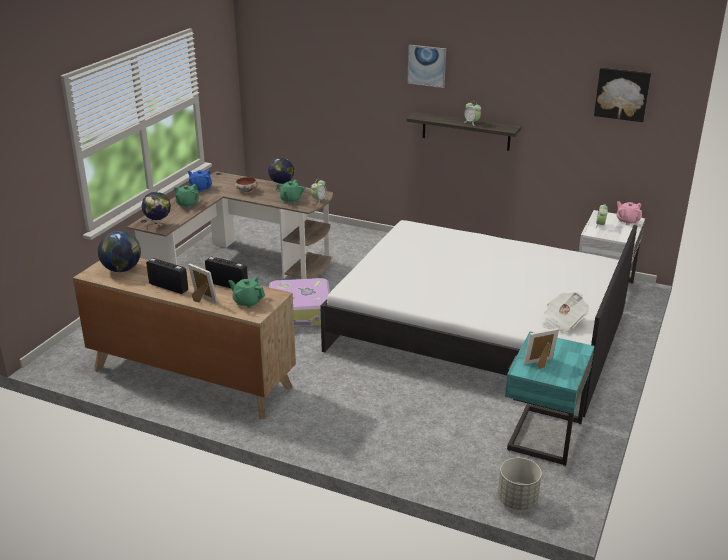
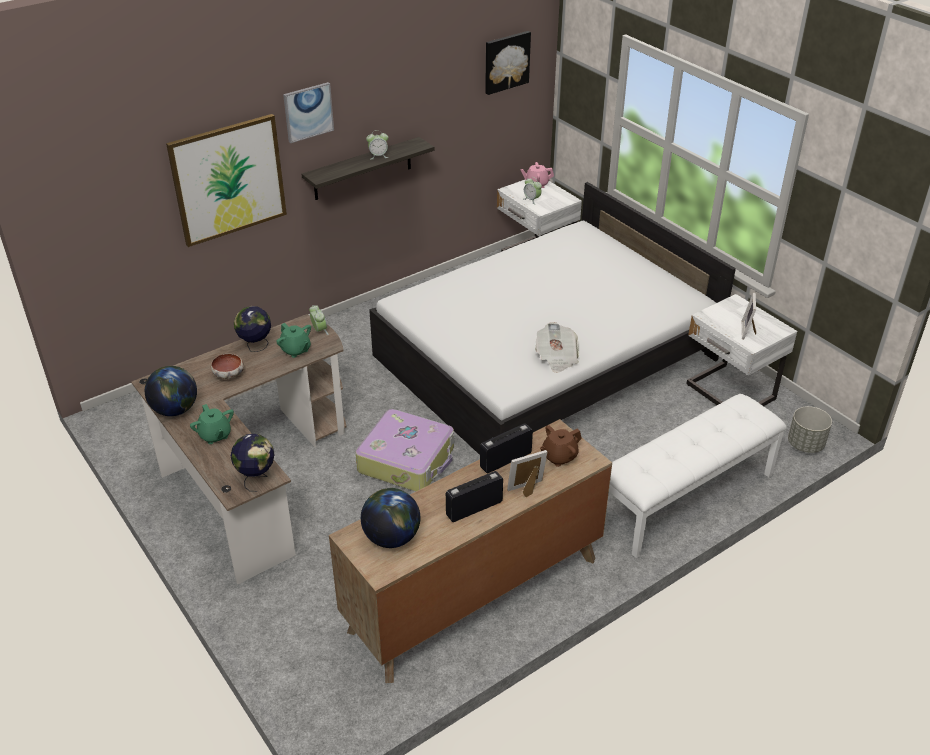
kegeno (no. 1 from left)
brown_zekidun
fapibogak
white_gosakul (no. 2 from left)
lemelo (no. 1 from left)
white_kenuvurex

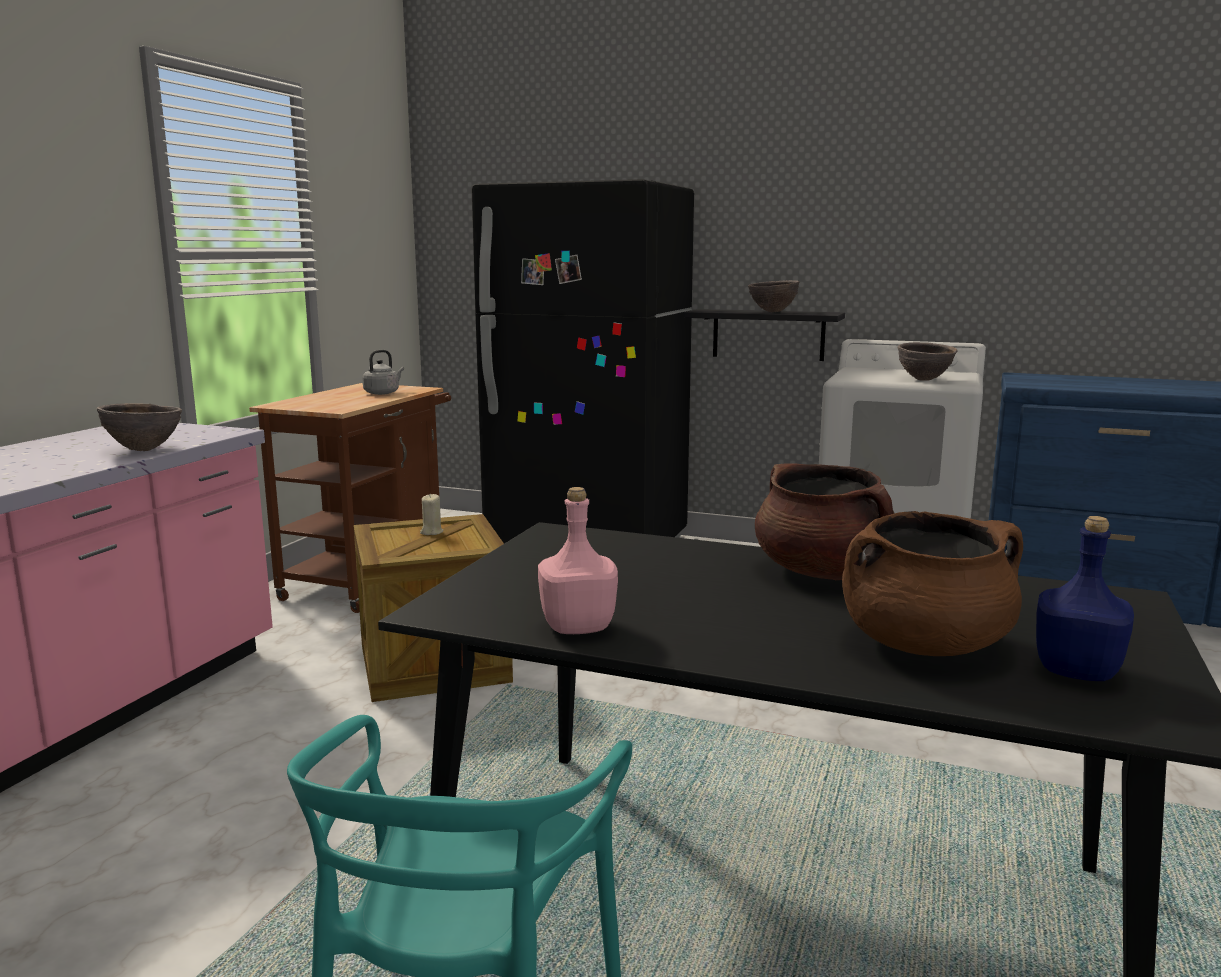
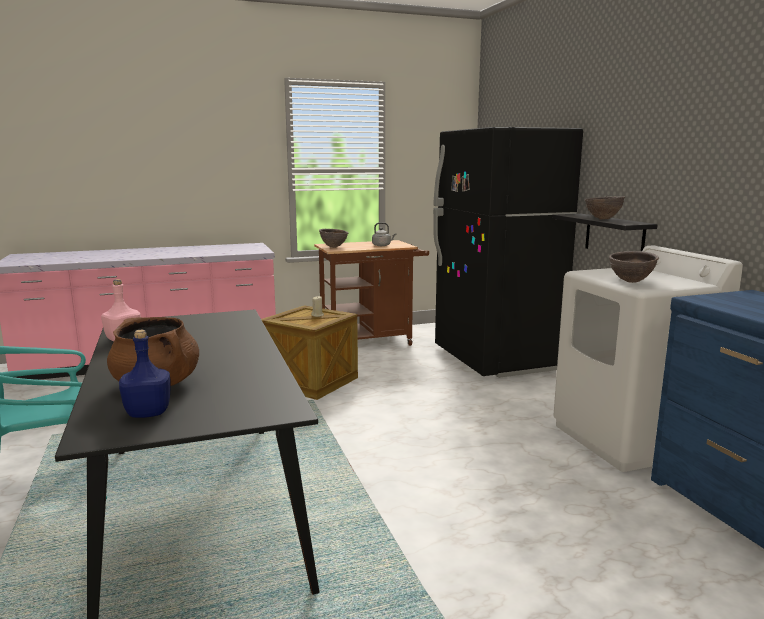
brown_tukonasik (no. 1 from left)
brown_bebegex (no. 1 from left in the first image)

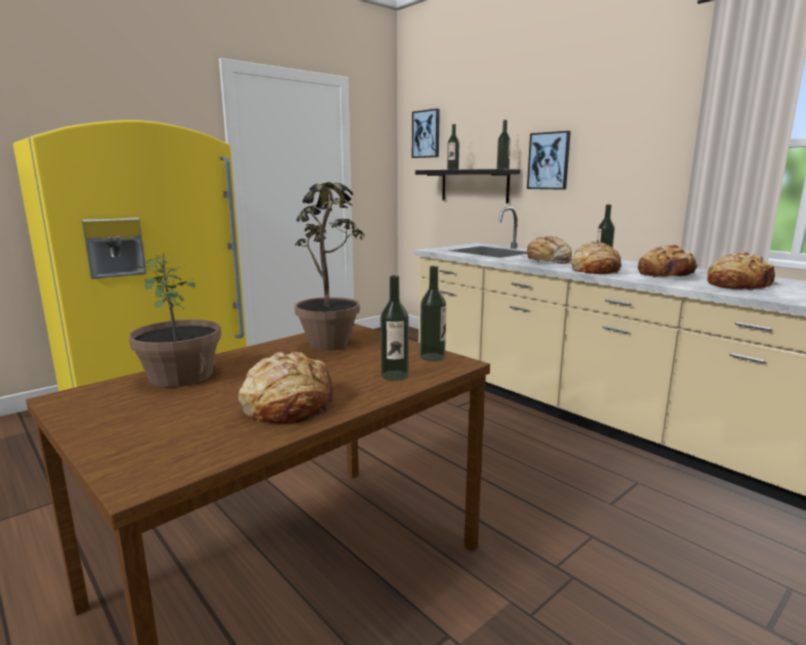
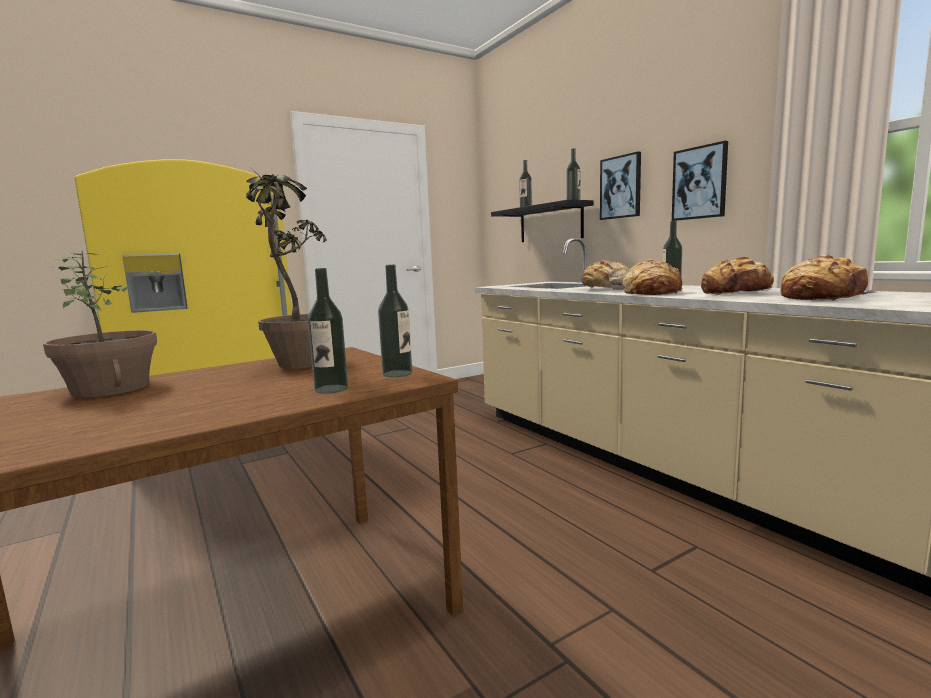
lemelo (no. 2 from left)
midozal (no. 1 from left in the first image)

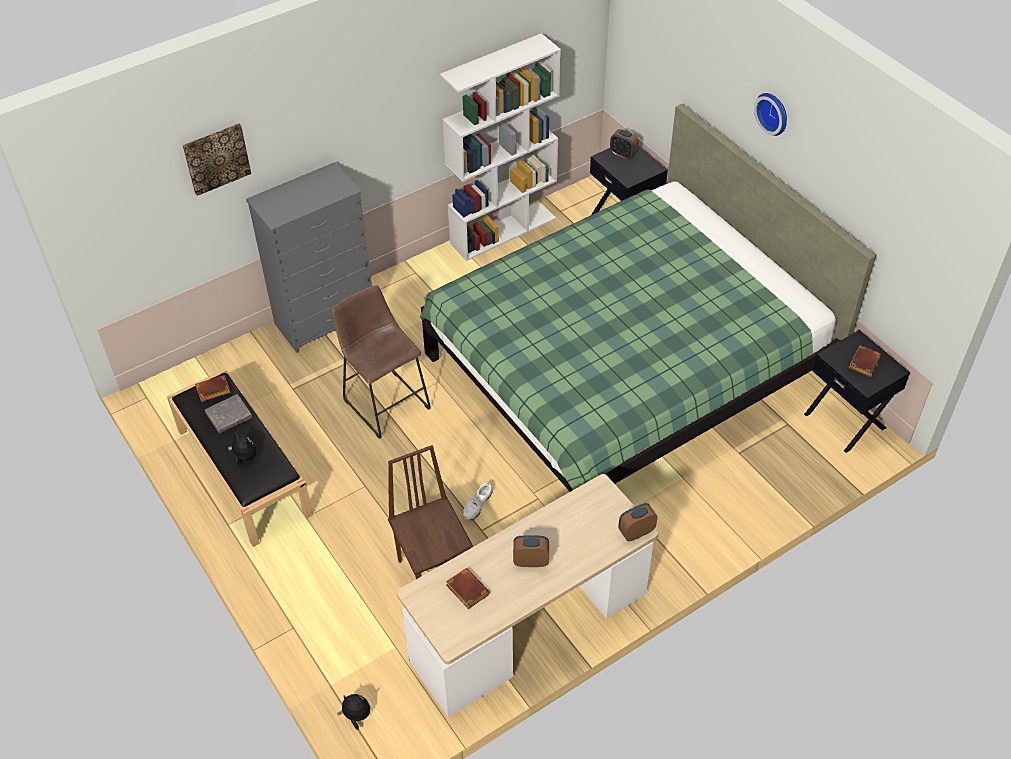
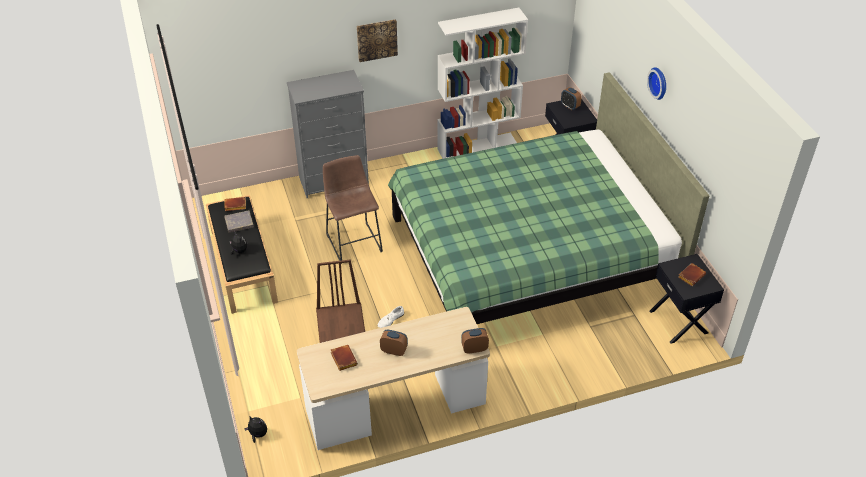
lemelo

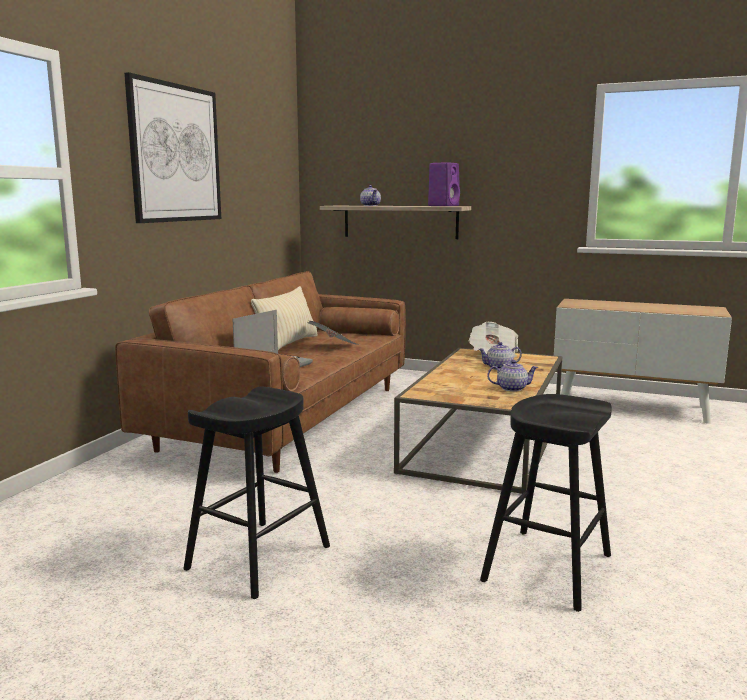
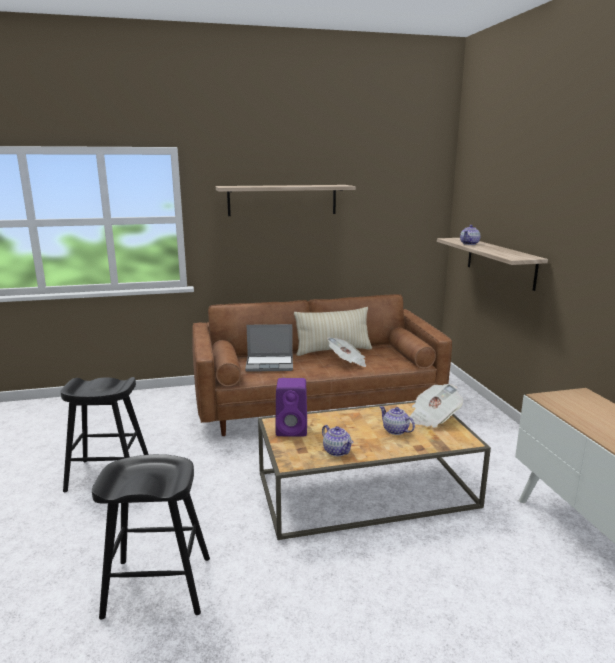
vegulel (no. 1 from left)
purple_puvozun

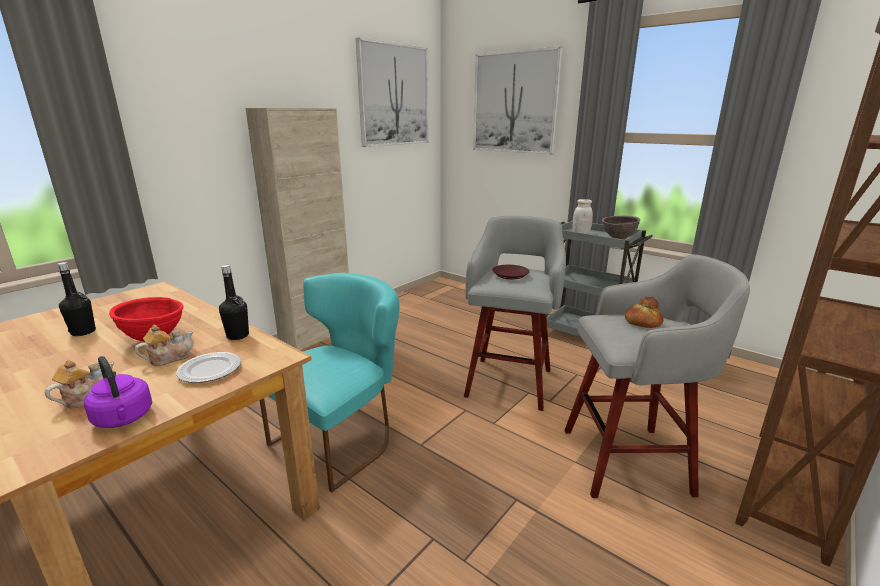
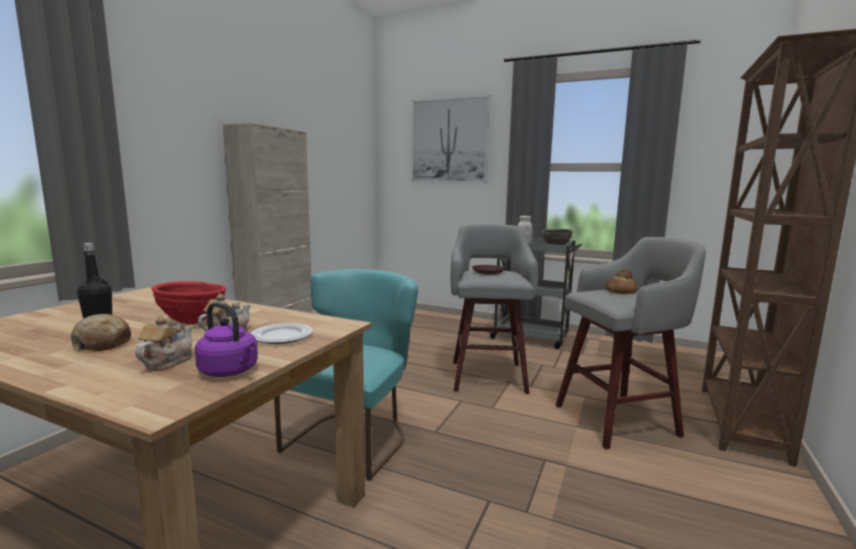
lemelo (no. 1 from left in the first image)
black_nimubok (no. 2 from left in the first image)
midozal (no. 1 from left)

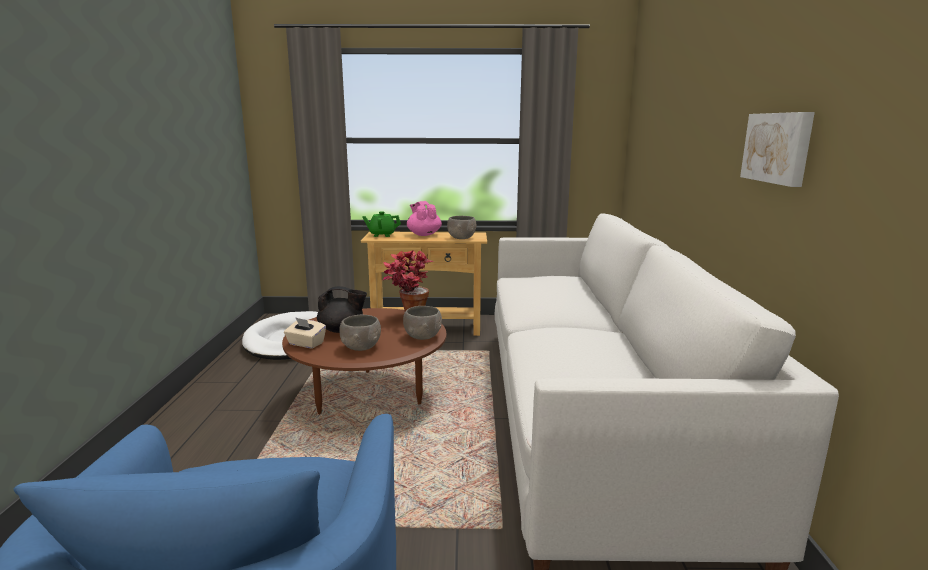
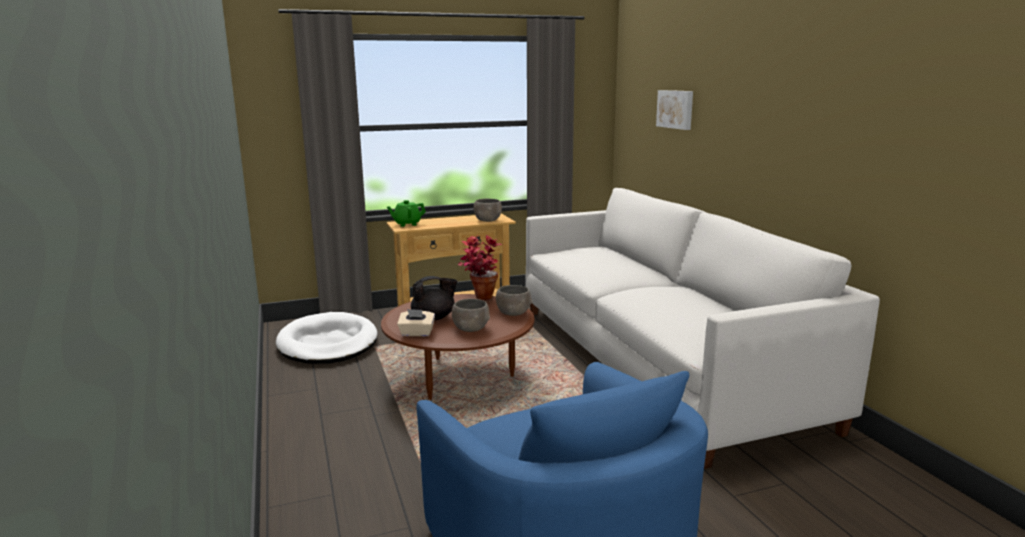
lemelo
pink_zekidun

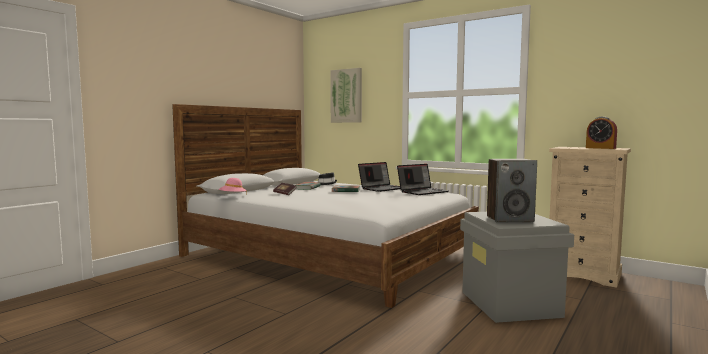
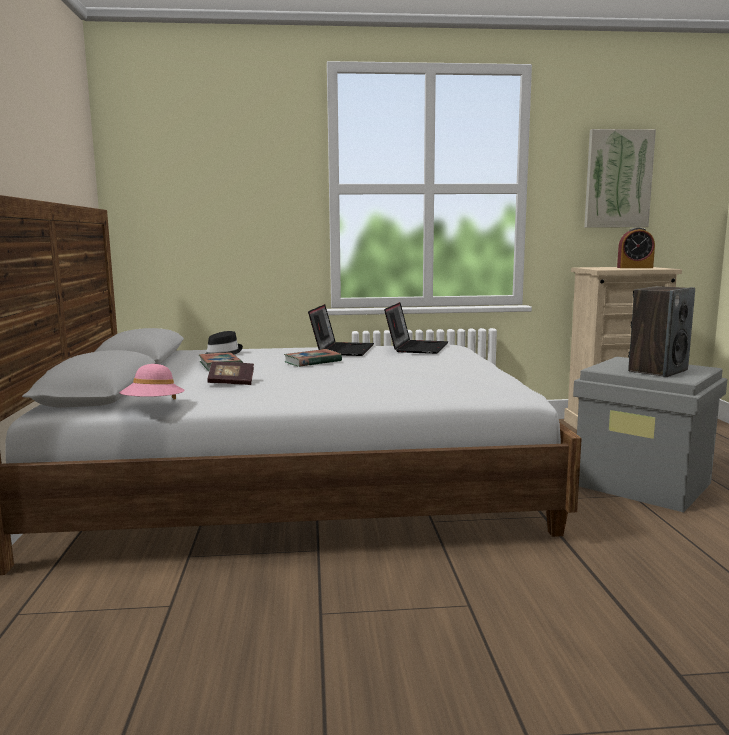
lemelo

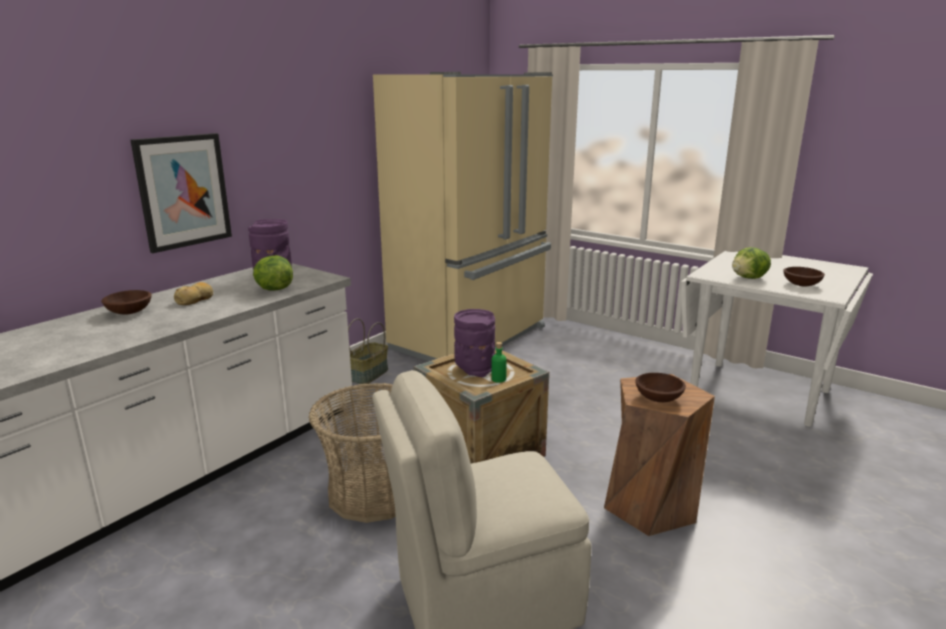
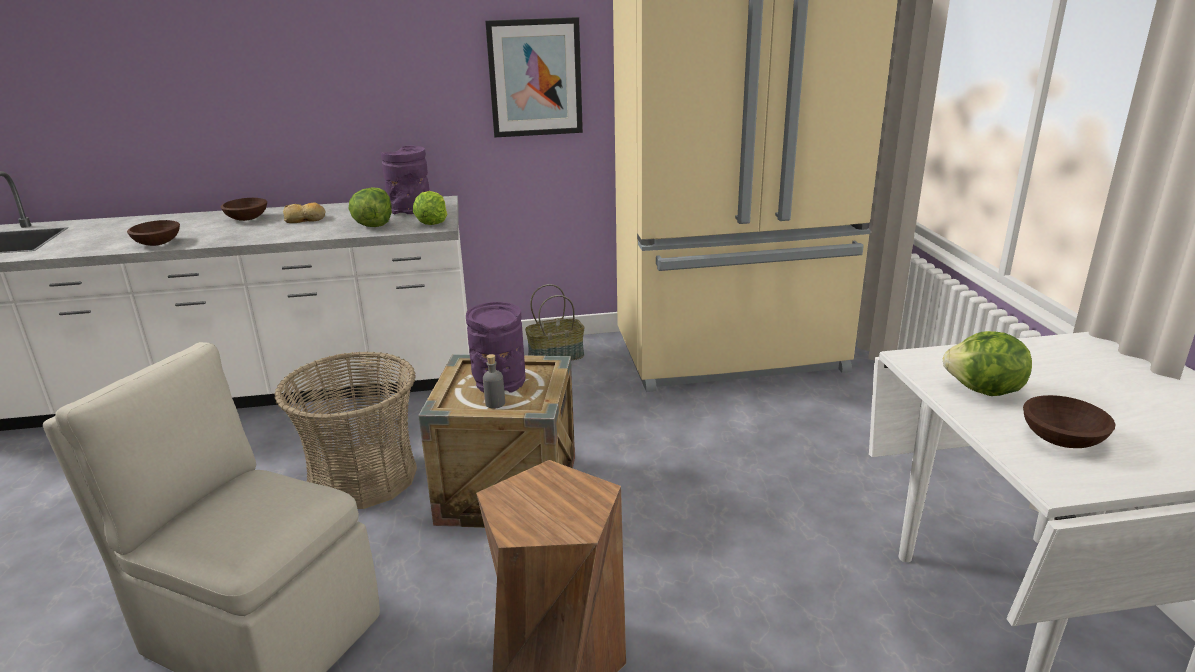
lemelo
grey_nimubok
brown_tukonasik (no. 1 from left)
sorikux (no. 2 from left)

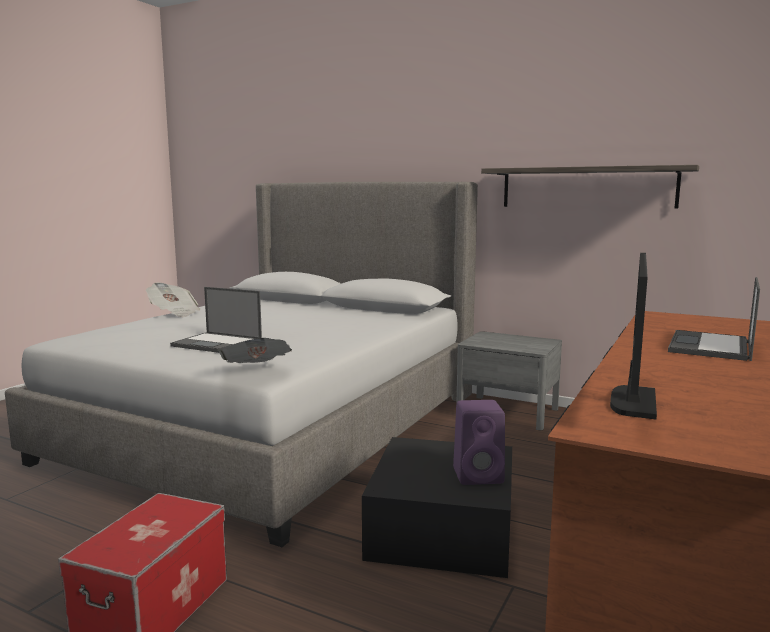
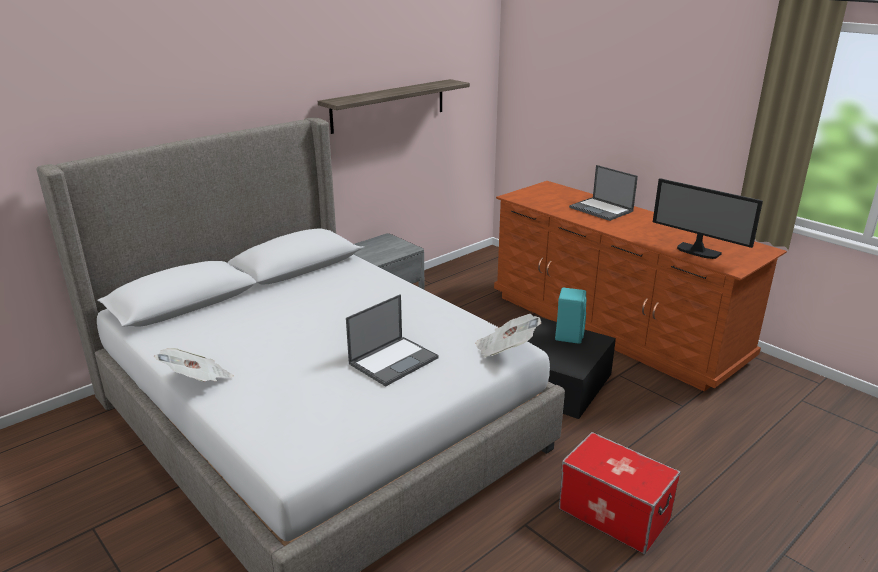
turquoise_puvozun

